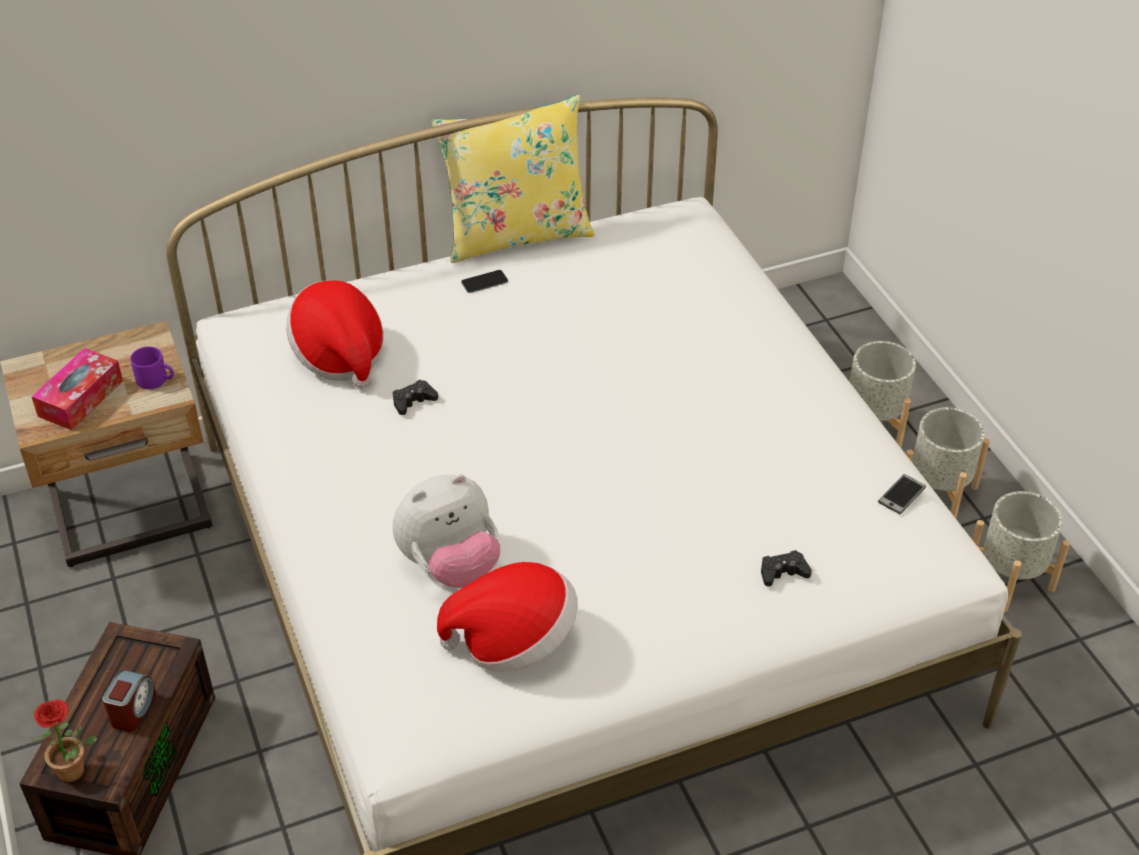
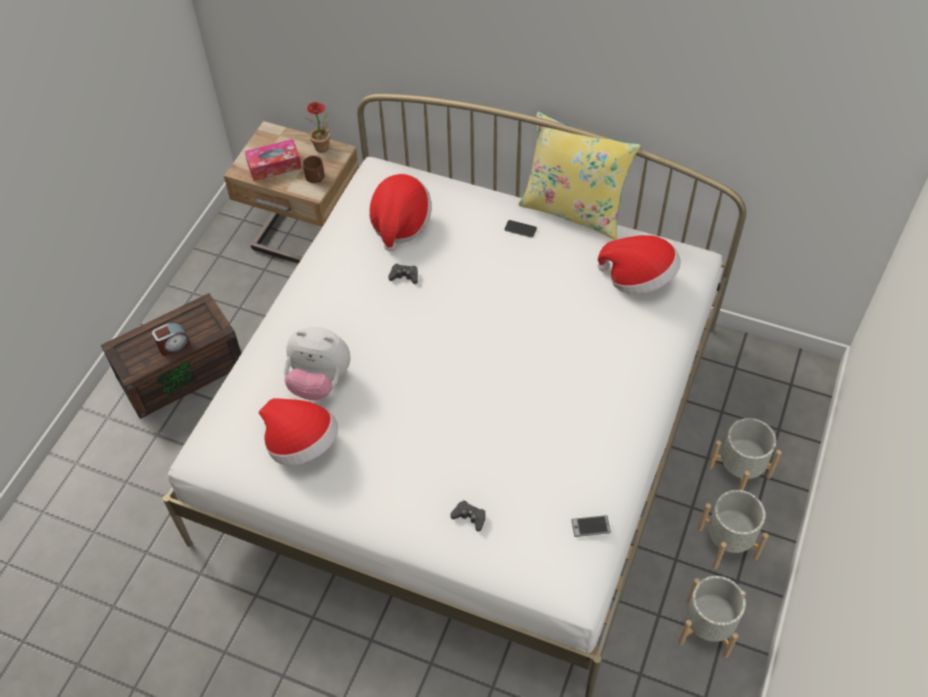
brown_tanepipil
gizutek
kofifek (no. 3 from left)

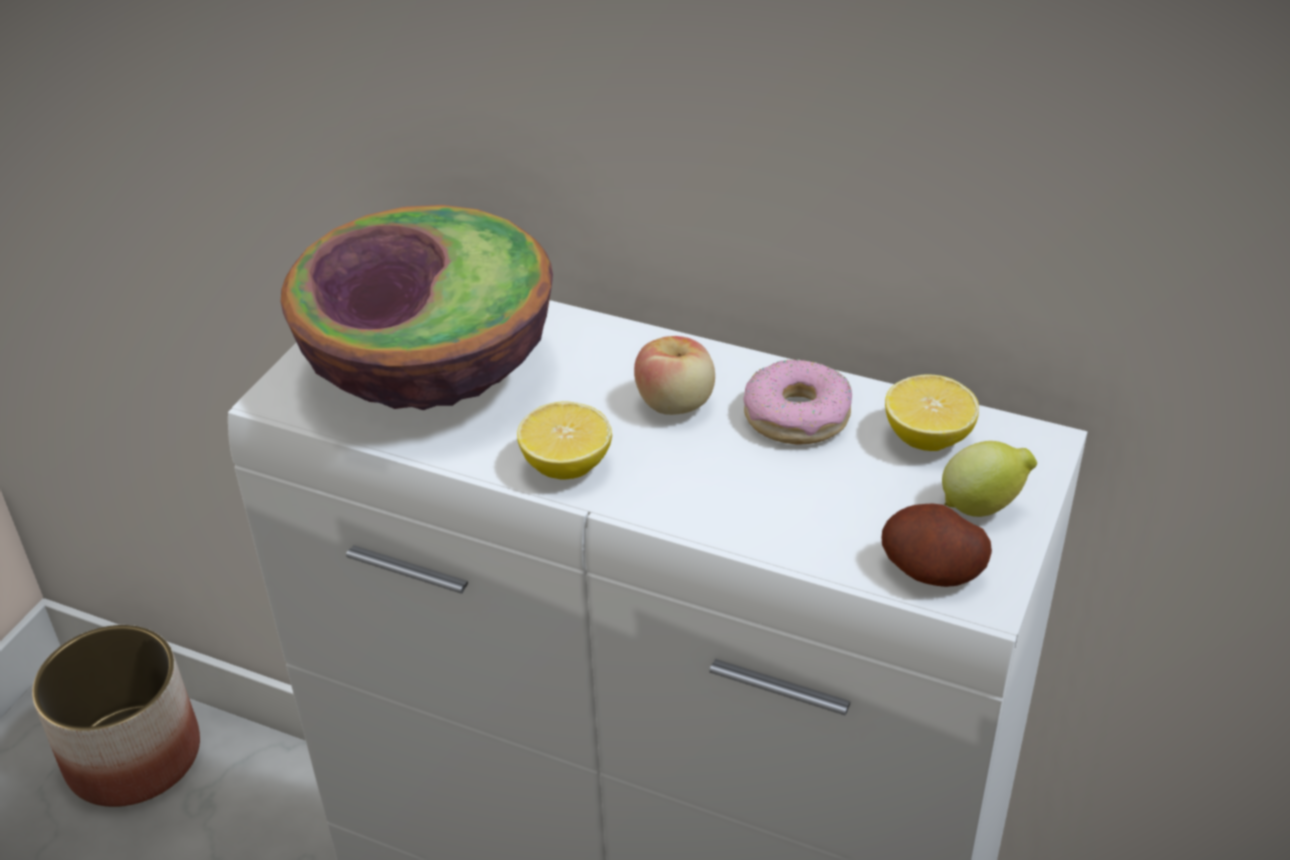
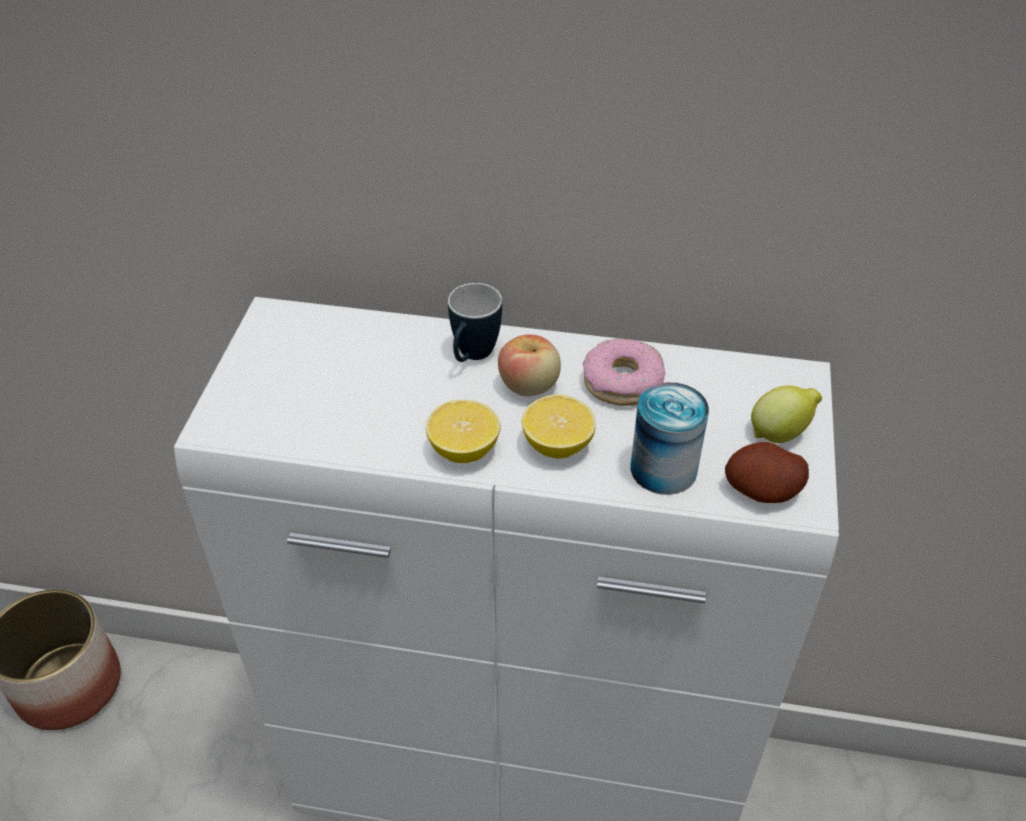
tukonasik
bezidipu (no. 2 from left)
tanepipil
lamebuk

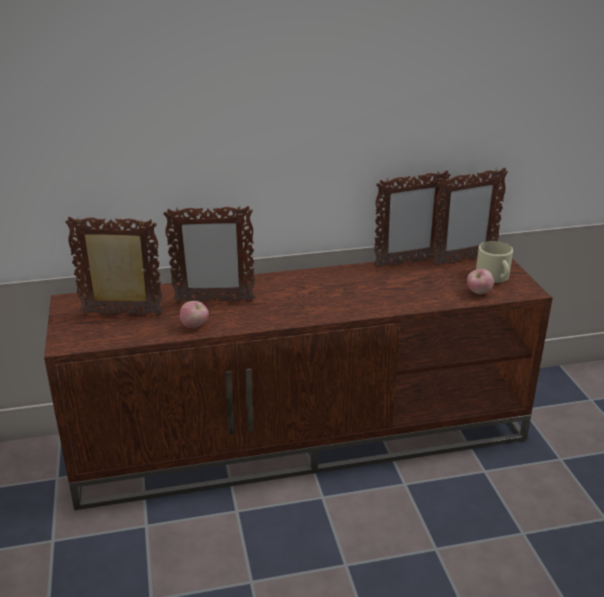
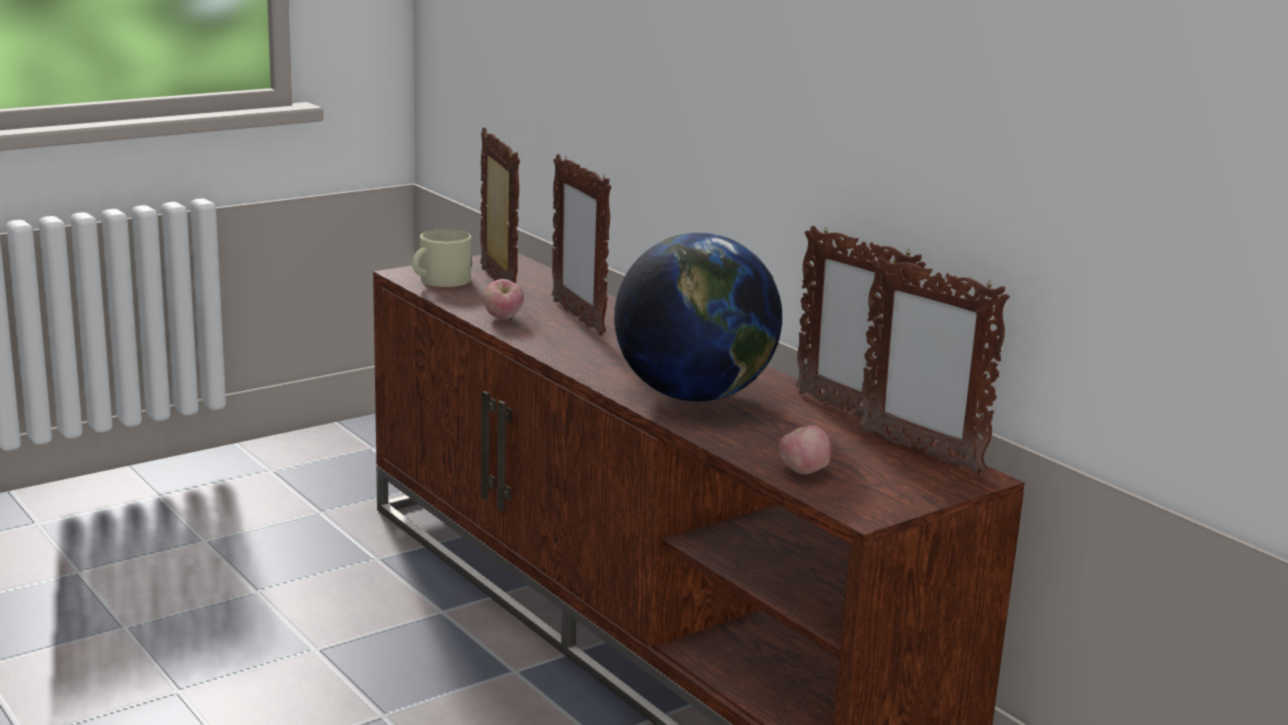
beige_tanepipil
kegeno

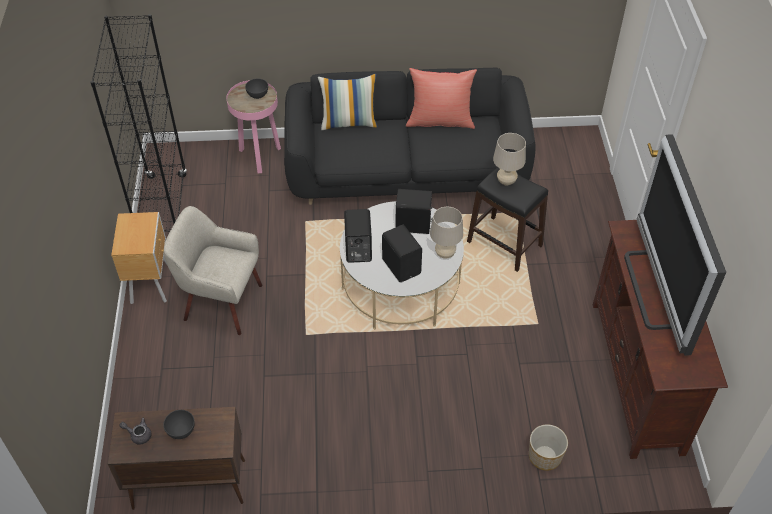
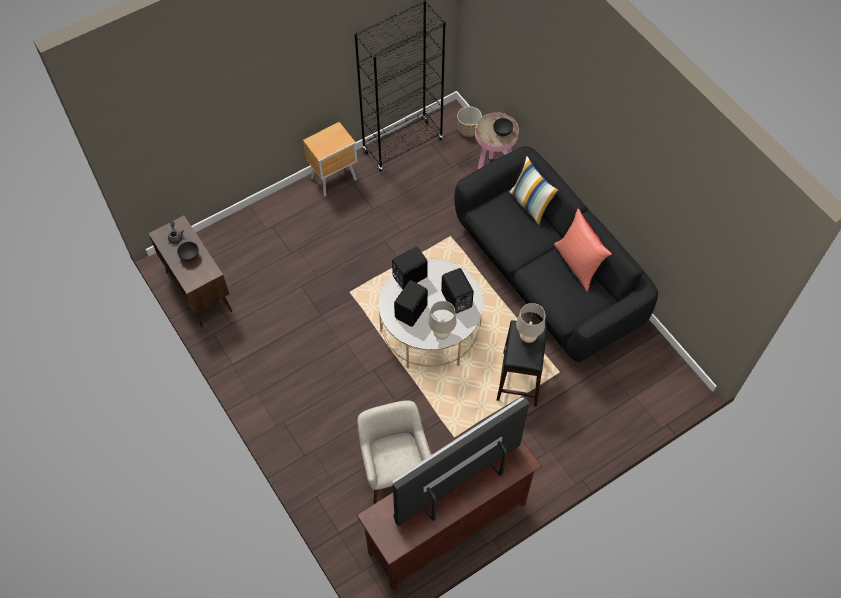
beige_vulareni
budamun

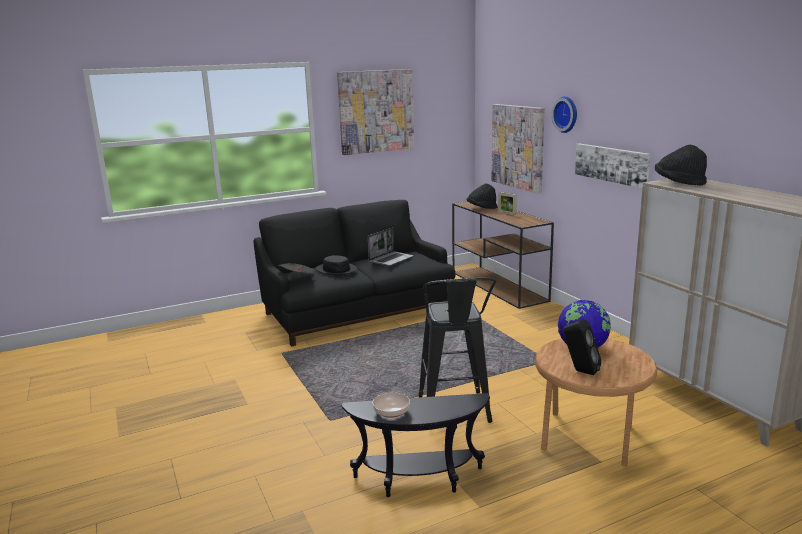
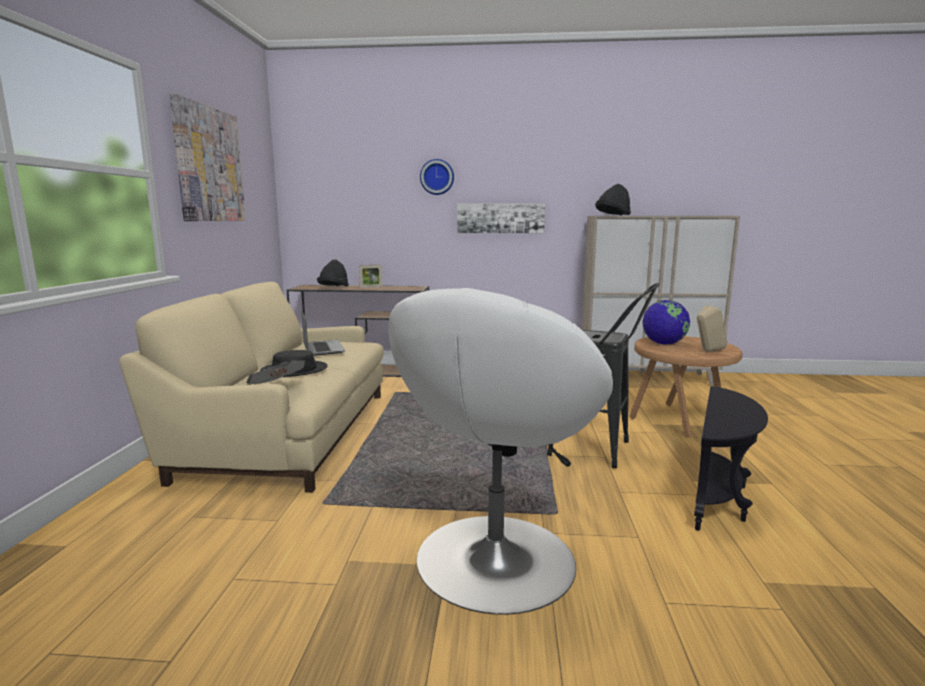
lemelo (no. 2 from left in the first image)
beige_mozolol
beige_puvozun
tukonasik
white_vulareni

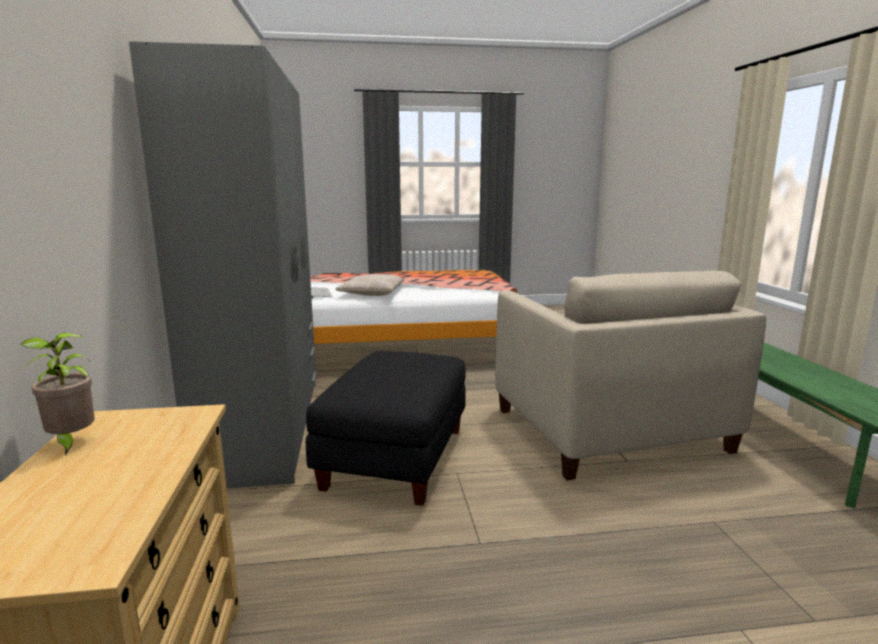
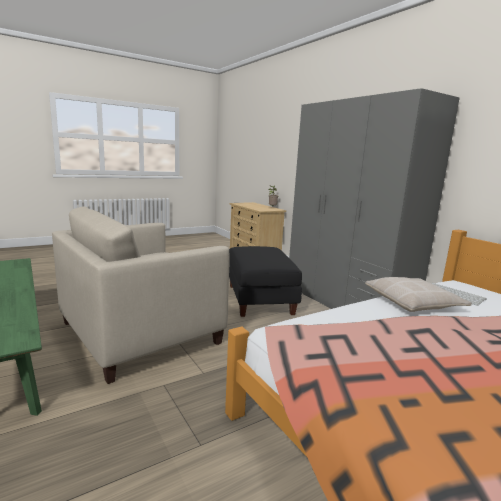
beige_vulareni

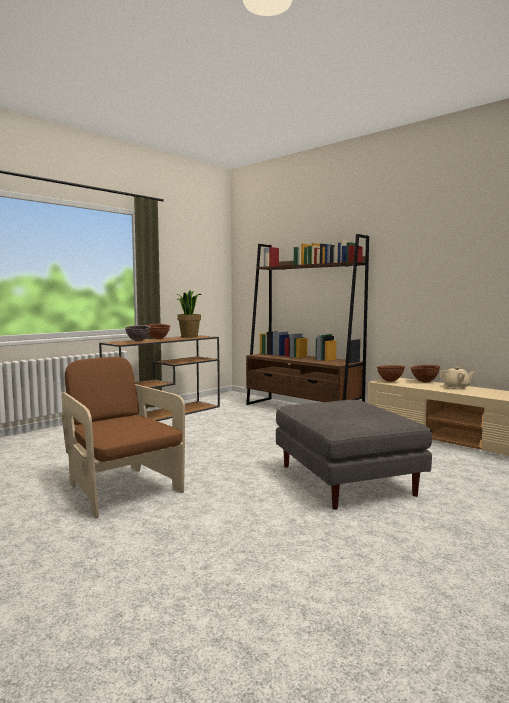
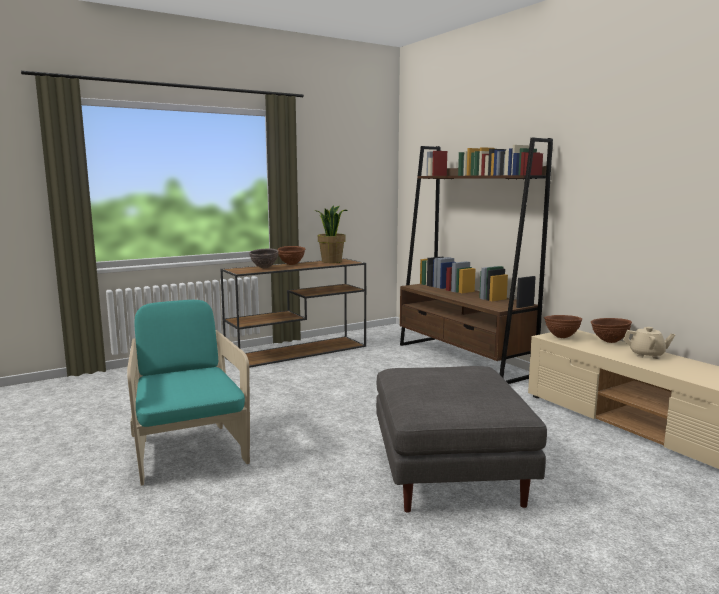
turquoise_vulareni

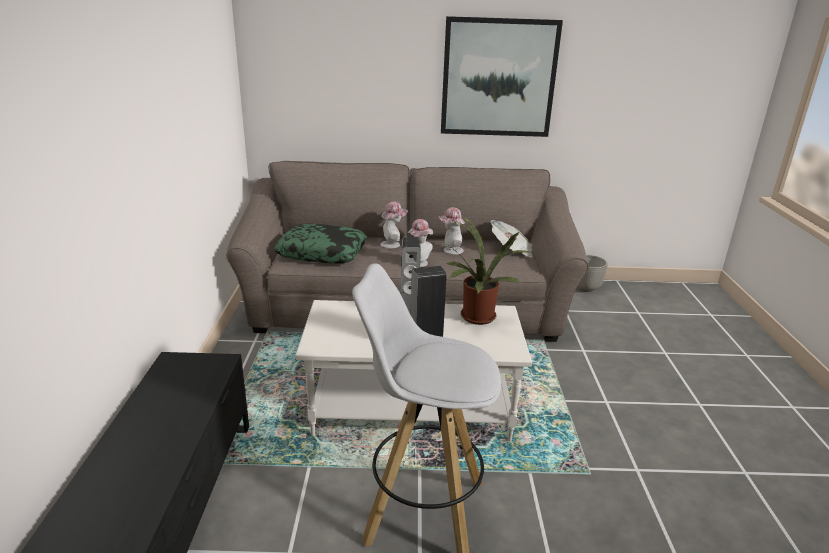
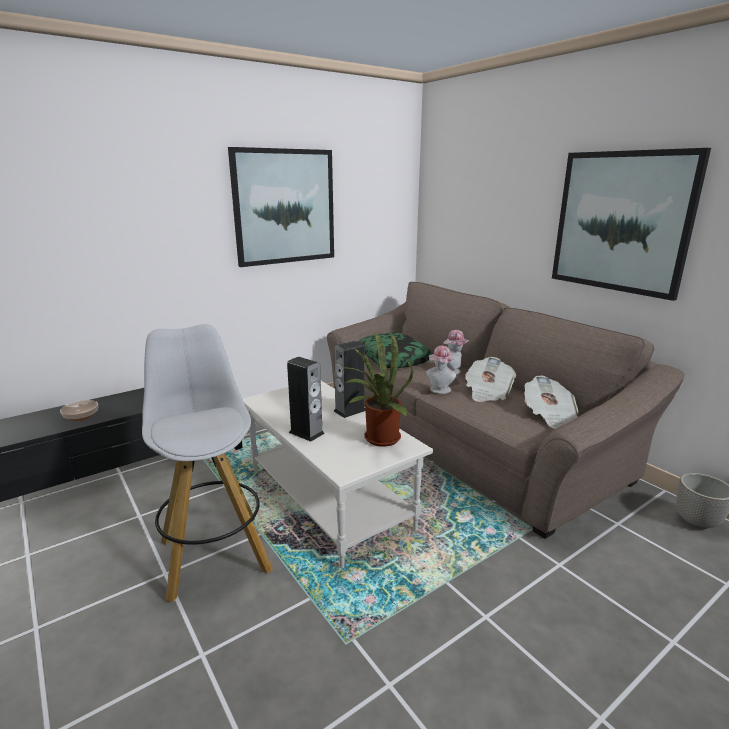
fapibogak (no. 1 from left)
lemelo (no. 1 from left)
tukonasik

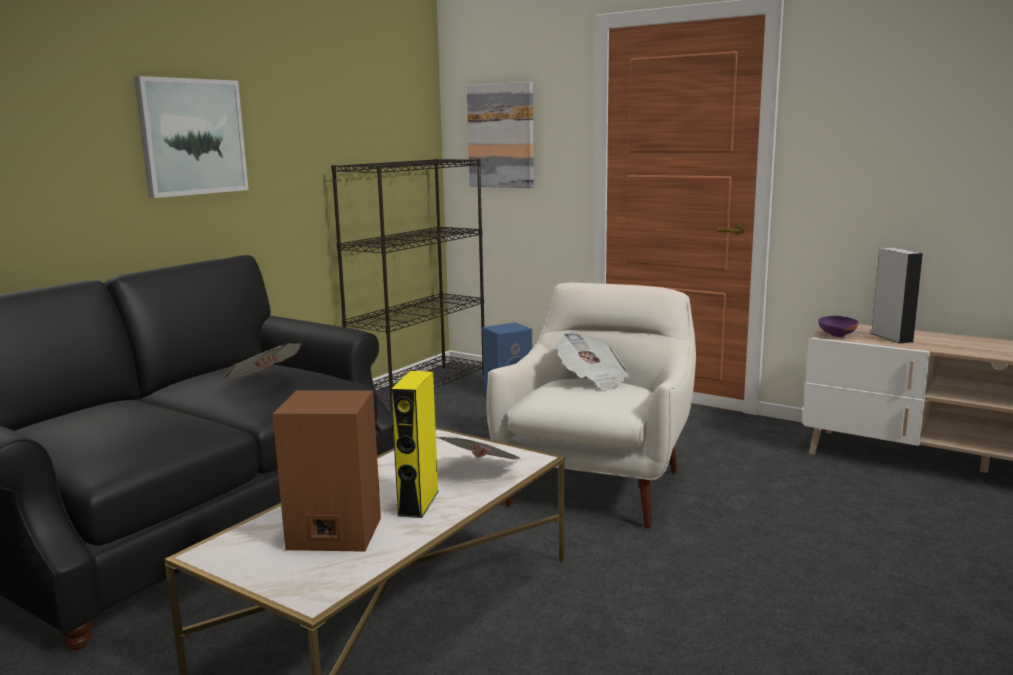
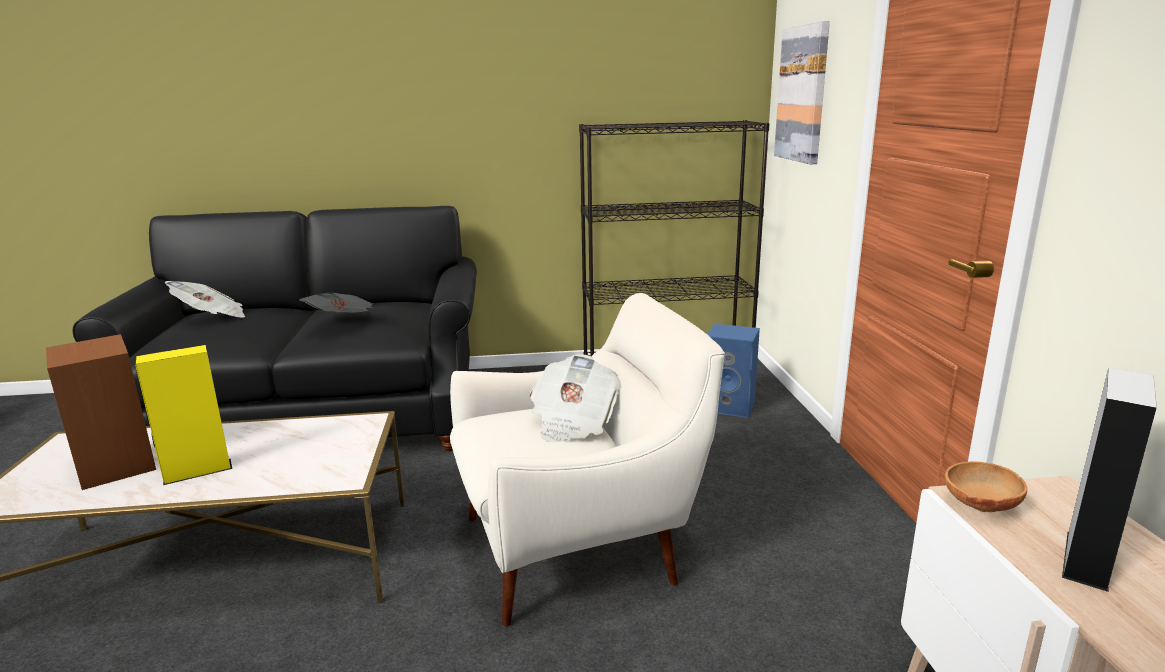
lemelo (no. 1 from left in the first image)
brown_tukonasik
fapibogak (no. 1 from left)

